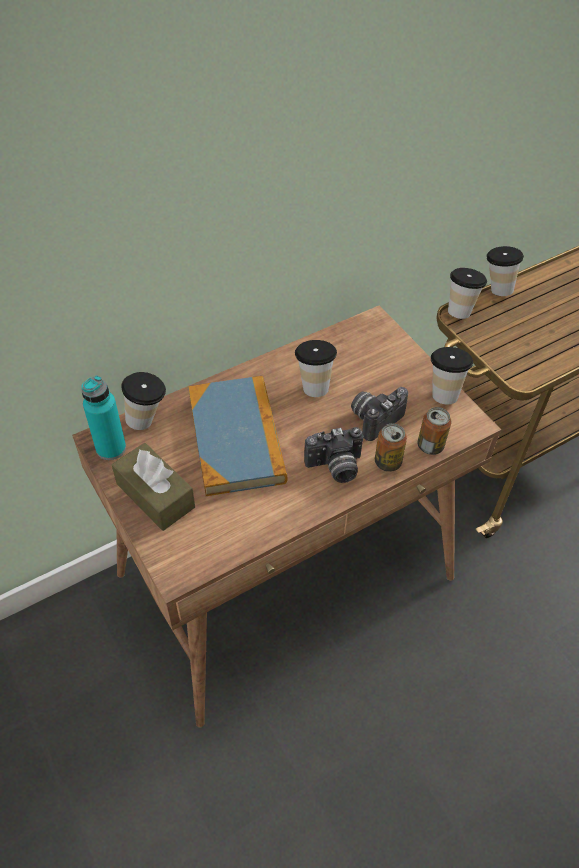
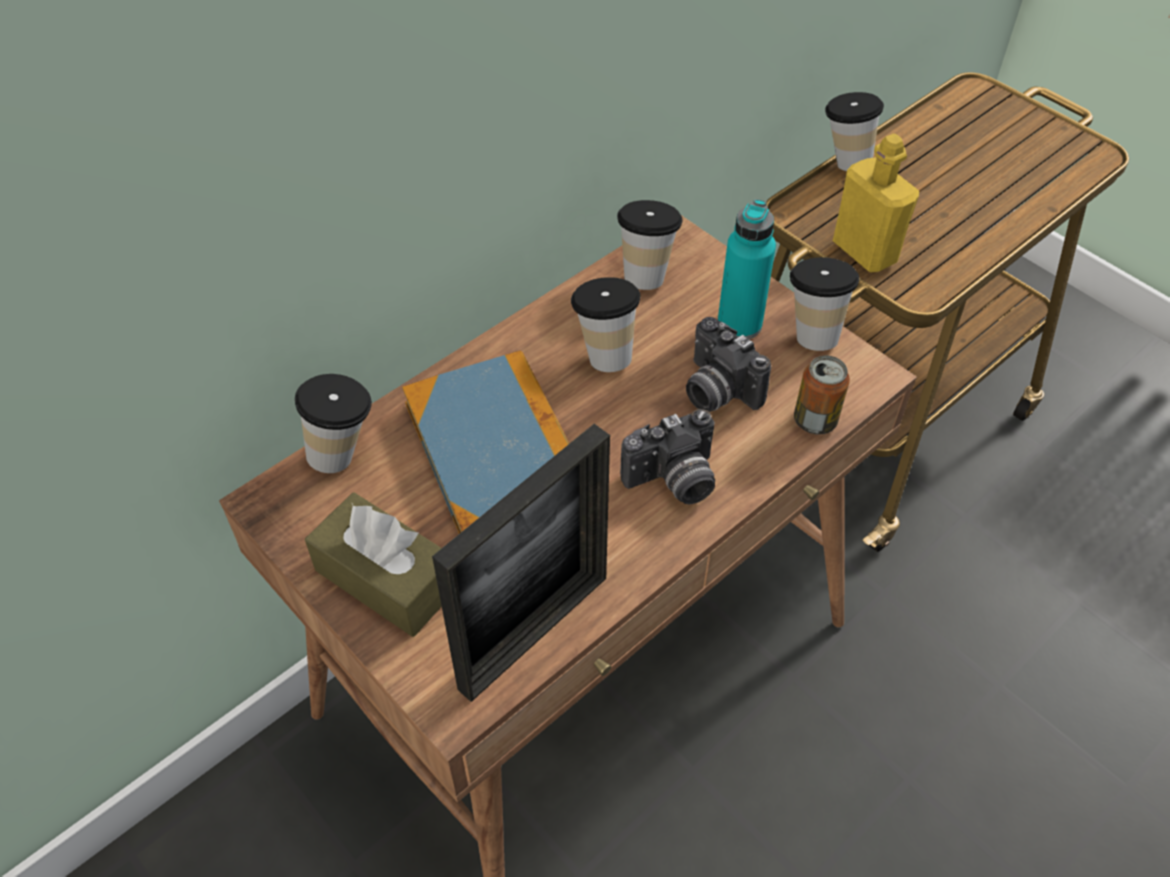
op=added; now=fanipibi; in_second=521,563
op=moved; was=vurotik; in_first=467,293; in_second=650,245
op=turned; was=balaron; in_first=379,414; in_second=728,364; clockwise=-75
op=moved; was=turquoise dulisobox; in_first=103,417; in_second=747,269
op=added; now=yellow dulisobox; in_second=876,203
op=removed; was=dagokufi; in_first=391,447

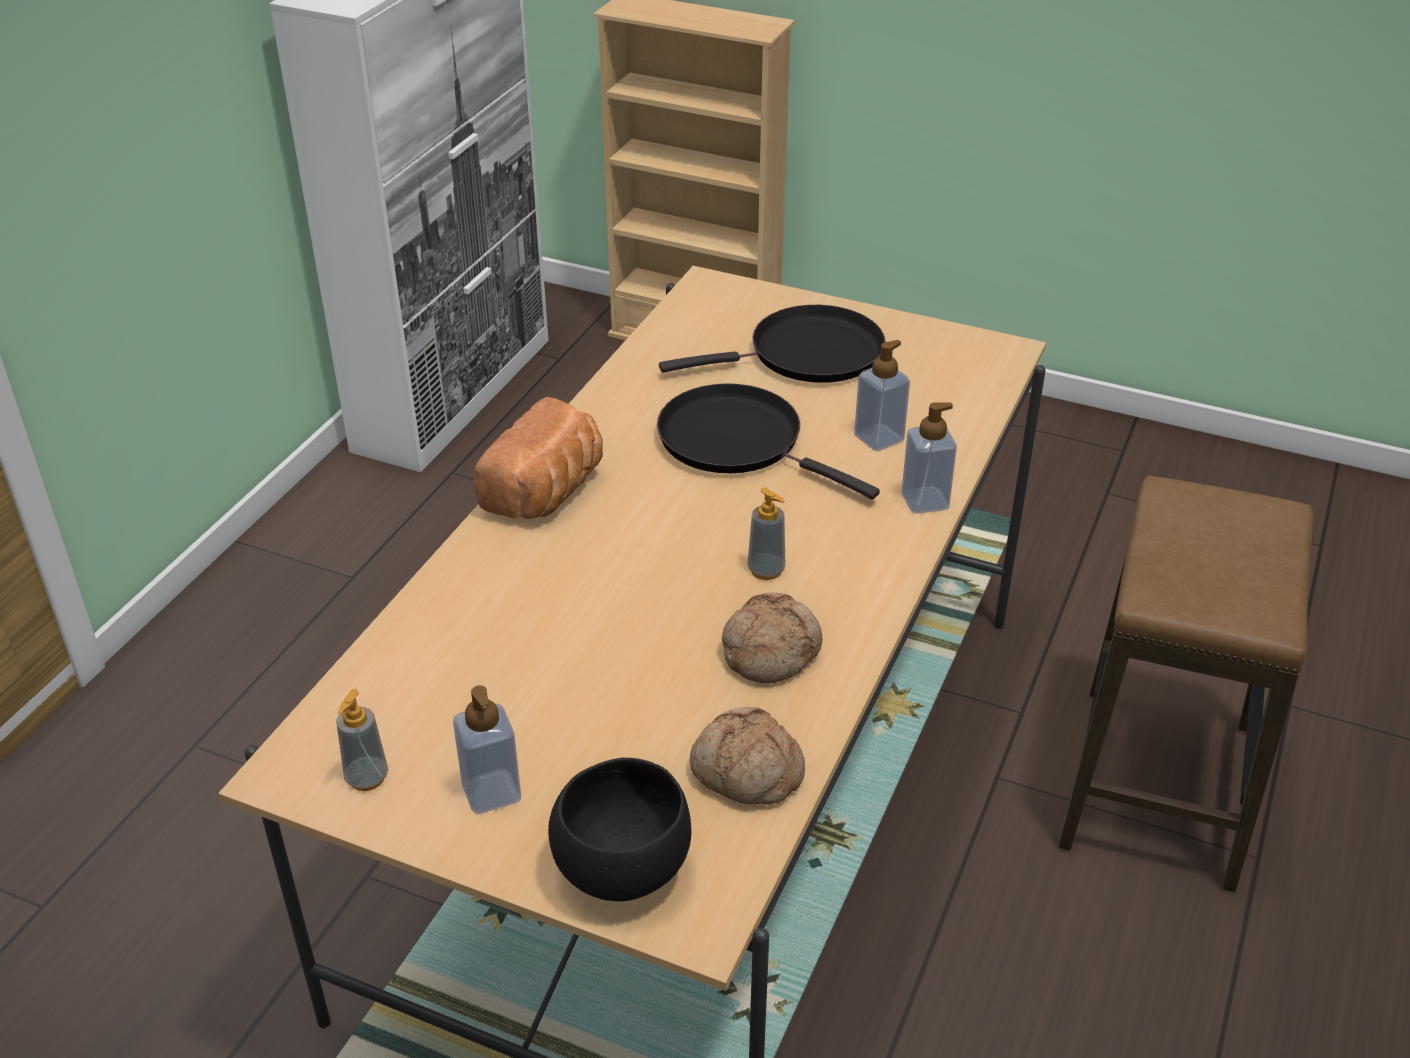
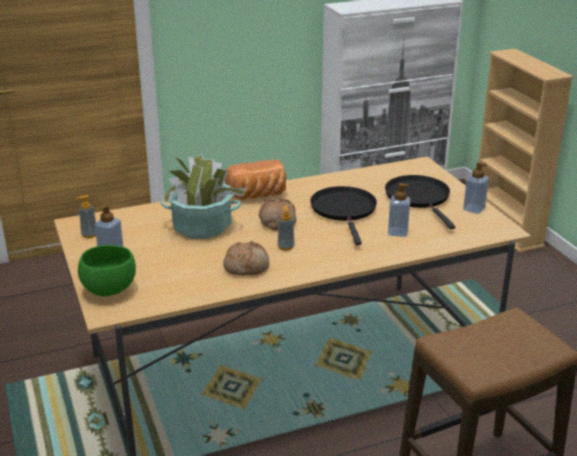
op=recoloured; was=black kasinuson; now=green kasinuson; in_first=619,829; in_second=107,270
op=added; now=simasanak; in_second=203,196
op=moved; was=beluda; in_first=747,756; in_second=277,214
op=turned; was=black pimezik; in_first=772,344; in_second=420,202; clockwise=-135
op=moved; was=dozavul; in_first=929,458; in_second=476,188

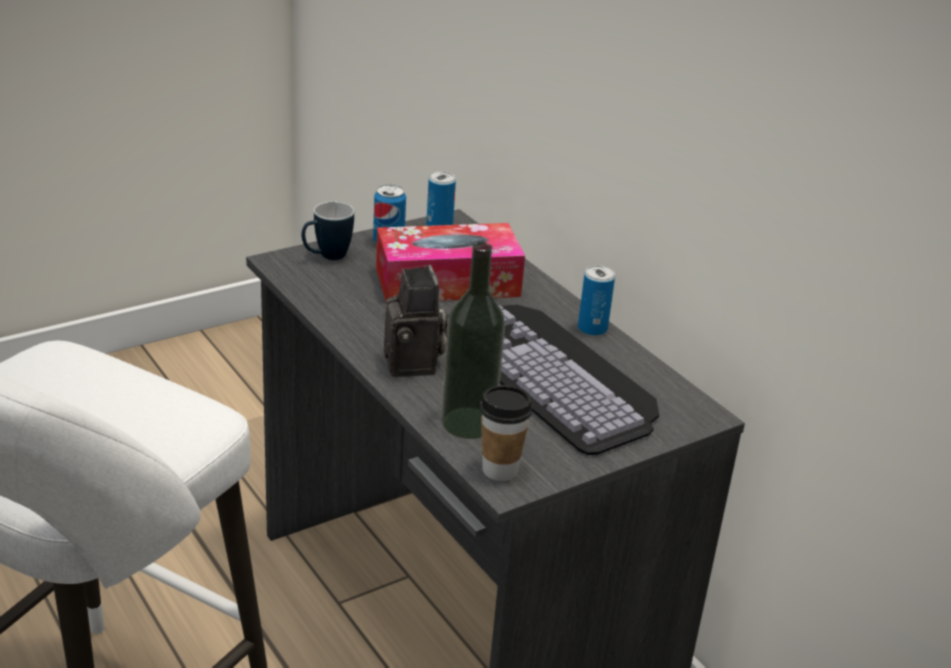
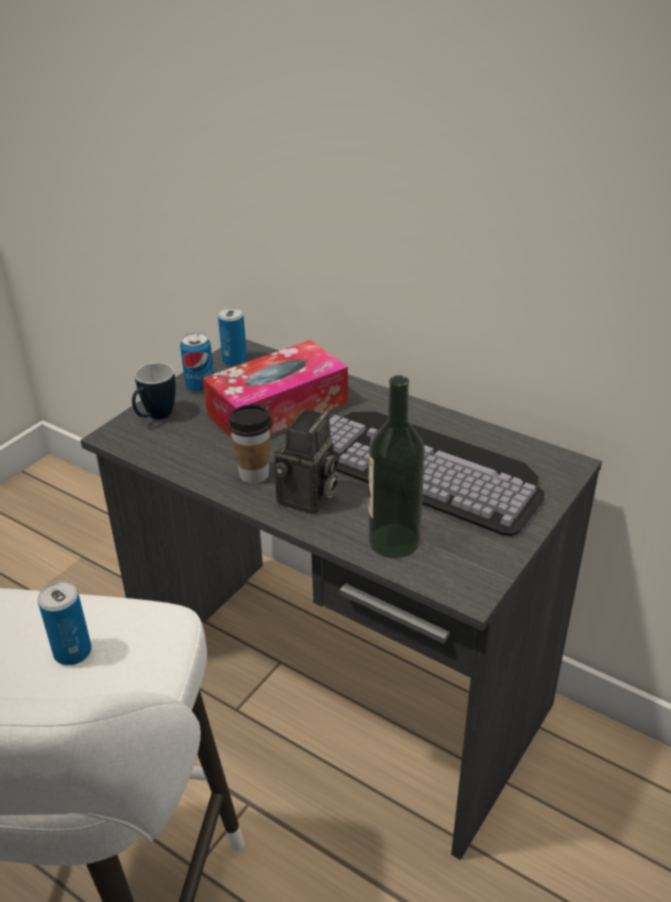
op=moved; was=dagokufi; in_first=596,300; in_second=65,623
op=moved; was=vurotik; in_first=506,433; in_second=250,444
op=turned; was=balaron; in_first=416,321; in_second=306,461; clockwise=60

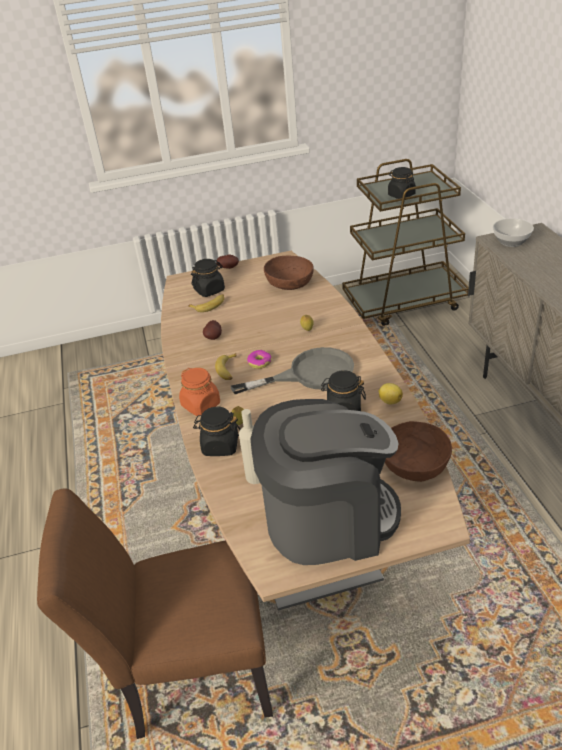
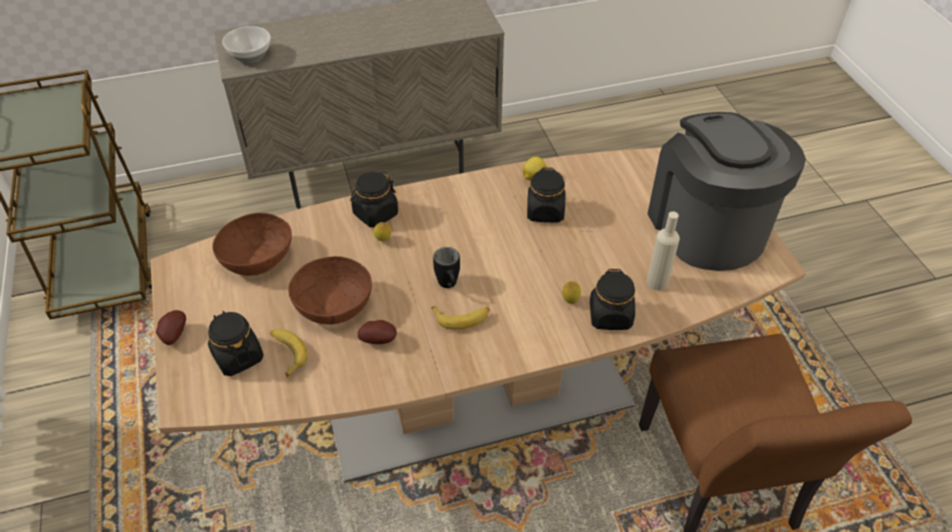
op=moved; was=brown kasinuson; in_first=418,451; in_second=330,290
op=moved; was=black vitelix; in_first=402,183; in_second=374,199
op=replaced; was=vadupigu; now=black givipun; in_first=259,359; in_second=446,267
op=removed; was=orange vitelix; in_first=199,392
op=removed; was=grey pimezik; in_first=292,370

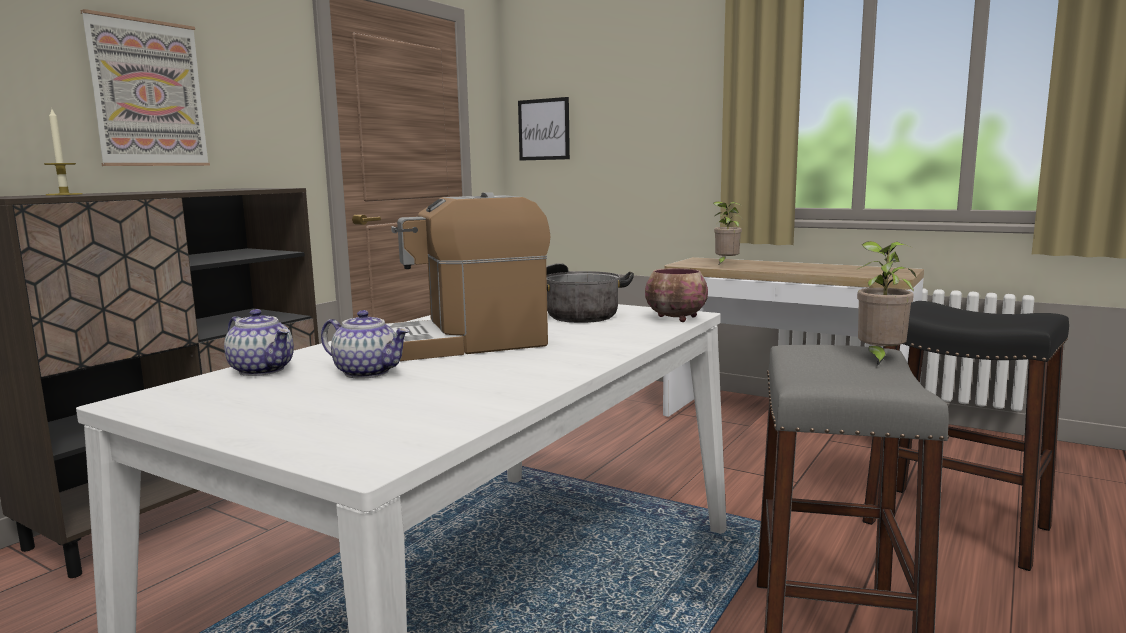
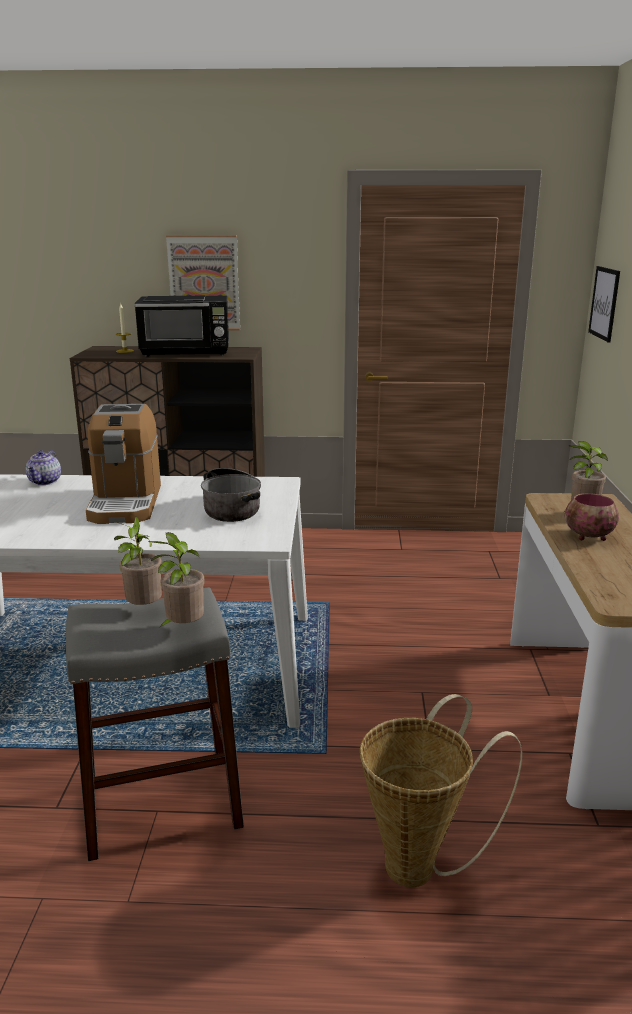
op=turned; was=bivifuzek; in_first=468,276; in_second=123,464; clockwise=-135
op=added; now=simasanak; in_second=138,561
op=added; now=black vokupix; in_second=182,326
op=replaced; was=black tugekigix; now=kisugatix; in_first=966,436; in_second=441,790
op=moved; was=kasinuson; in_first=676,295; in_second=592,517
op=removed; was=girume; in_first=365,344

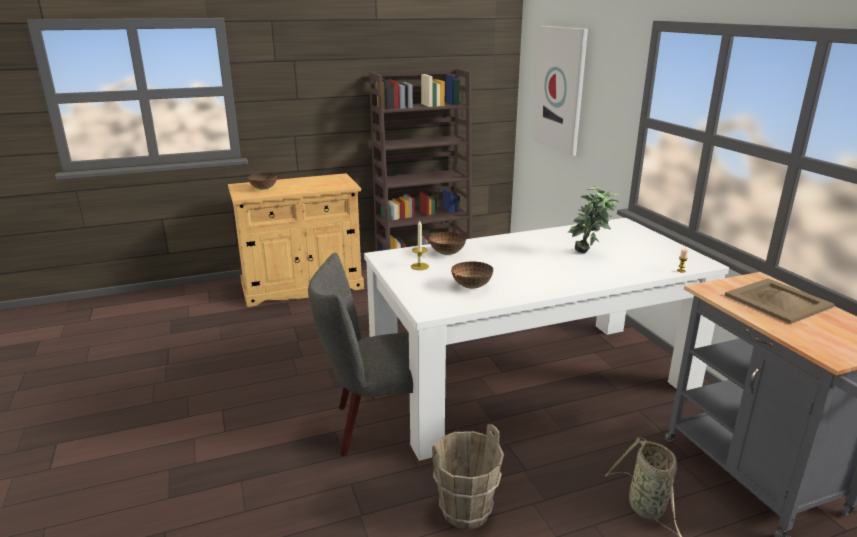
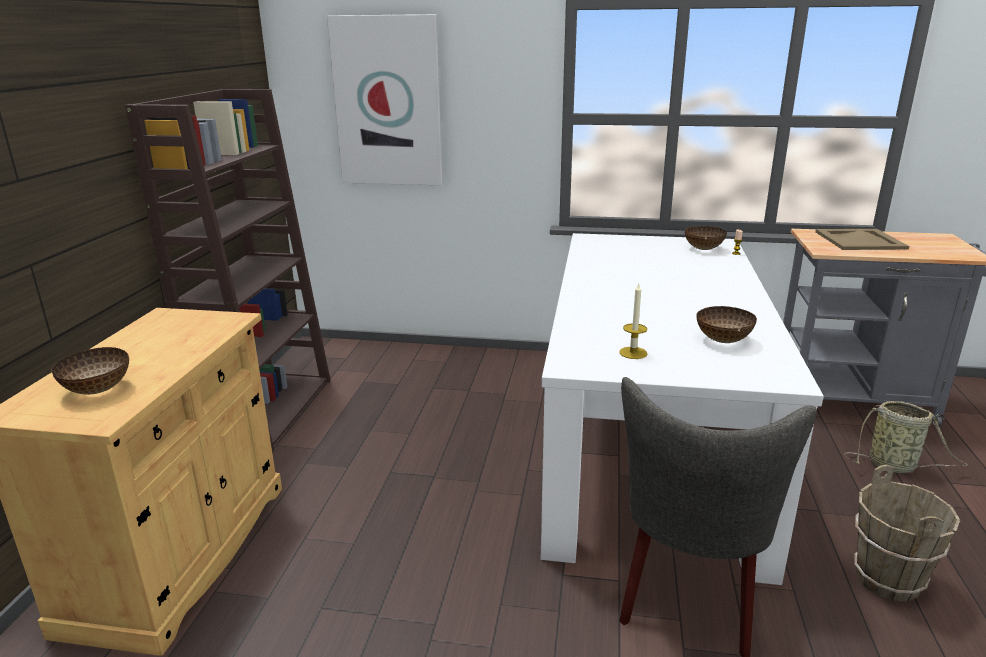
op=moved; was=kasinuson; in_first=447,243; in_second=706,238
op=removed; was=simasanak; in_first=594,219

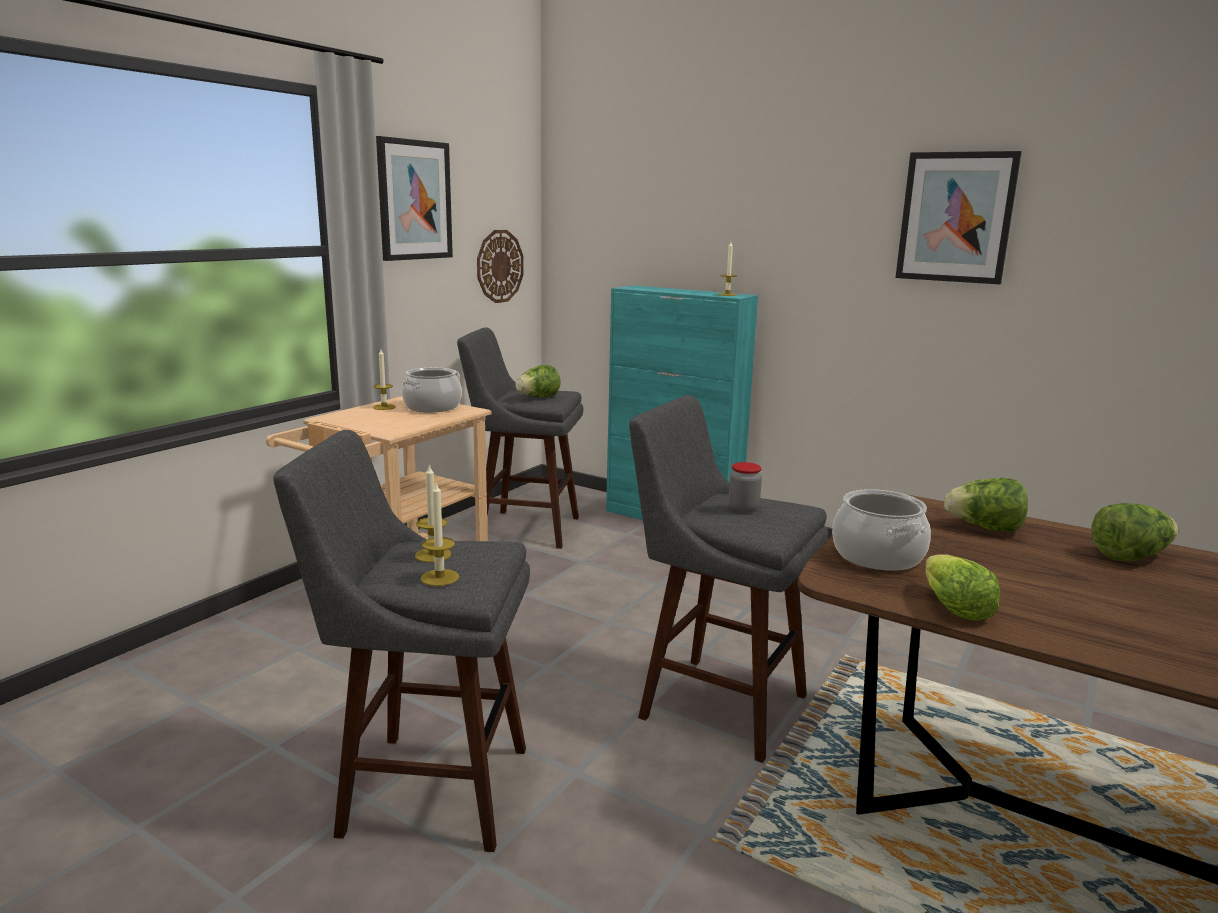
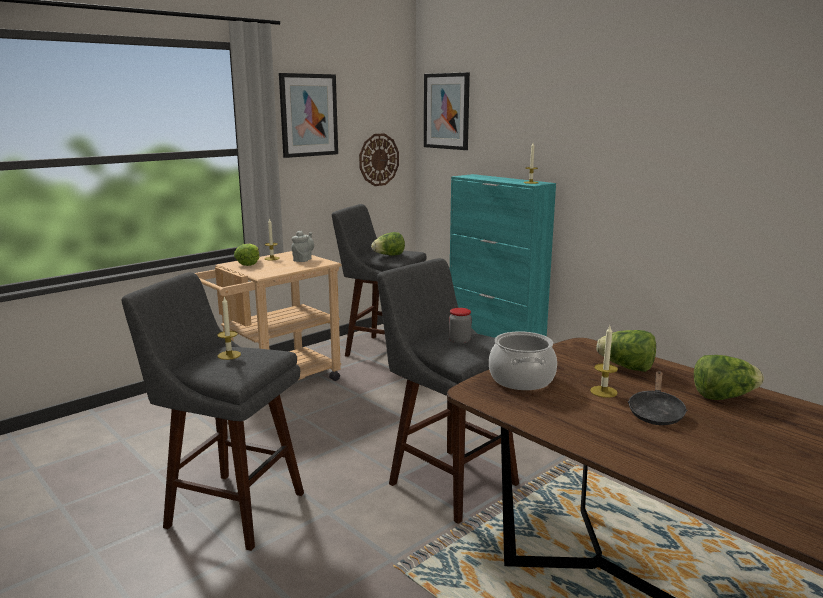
op=moved; was=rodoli; in_first=962,587; in_second=246,255
op=replaced; was=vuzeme; now=grey girume; in_first=432,390; in_second=302,246
op=moved; was=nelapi; in_first=958,217; in_second=447,111
op=moved; was=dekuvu; in_first=440,534; in_second=604,362
op=added; now=black pimezik; in_second=657,398

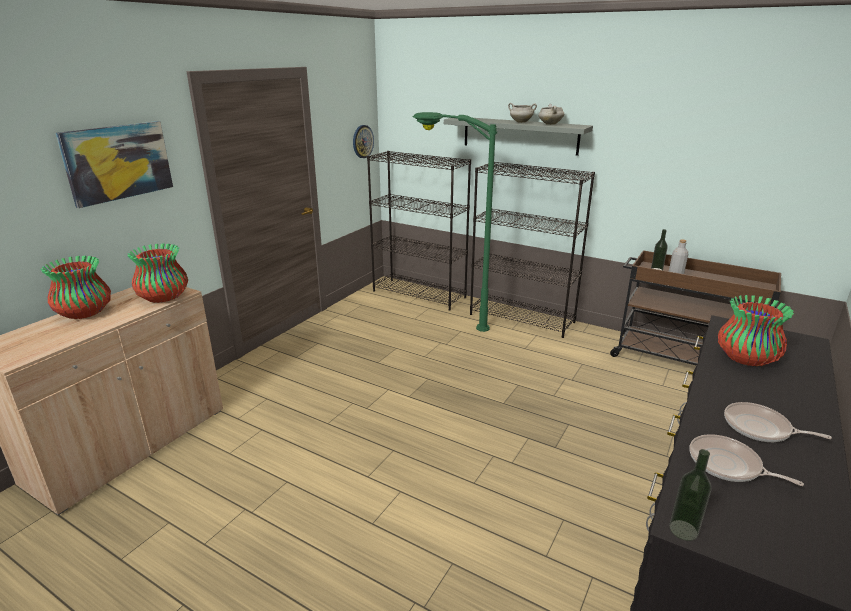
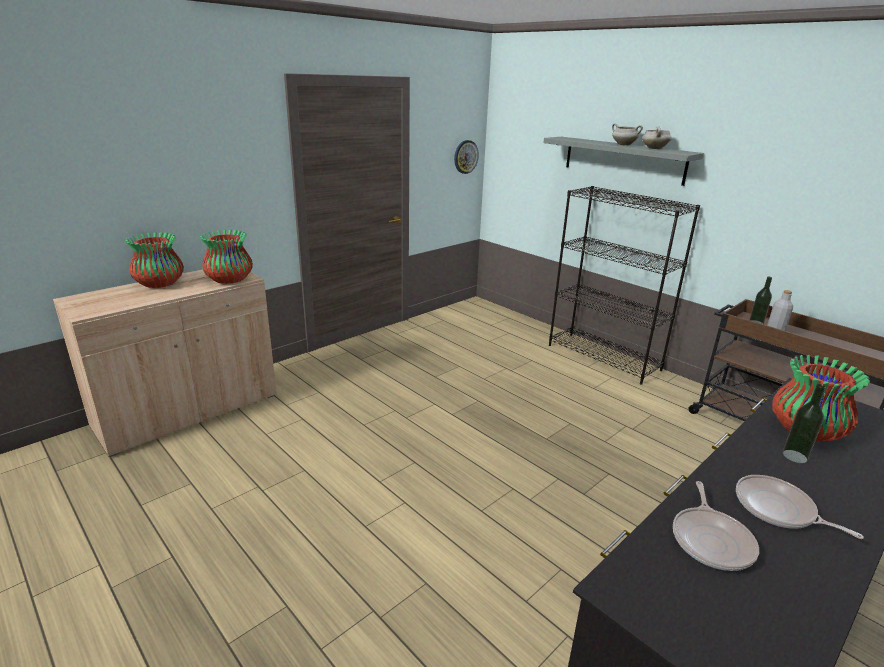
op=turned; was=pimezik; in_first=747,460; in_second=716,526; clockwise=-135
op=moved; was=dulisobox; in_first=690,495; in_second=804,424
op=removed; was=nelapi; in_first=114,164
op=removed; was=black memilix; in_first=419,231
op=removed; was=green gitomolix; in_first=455,222

